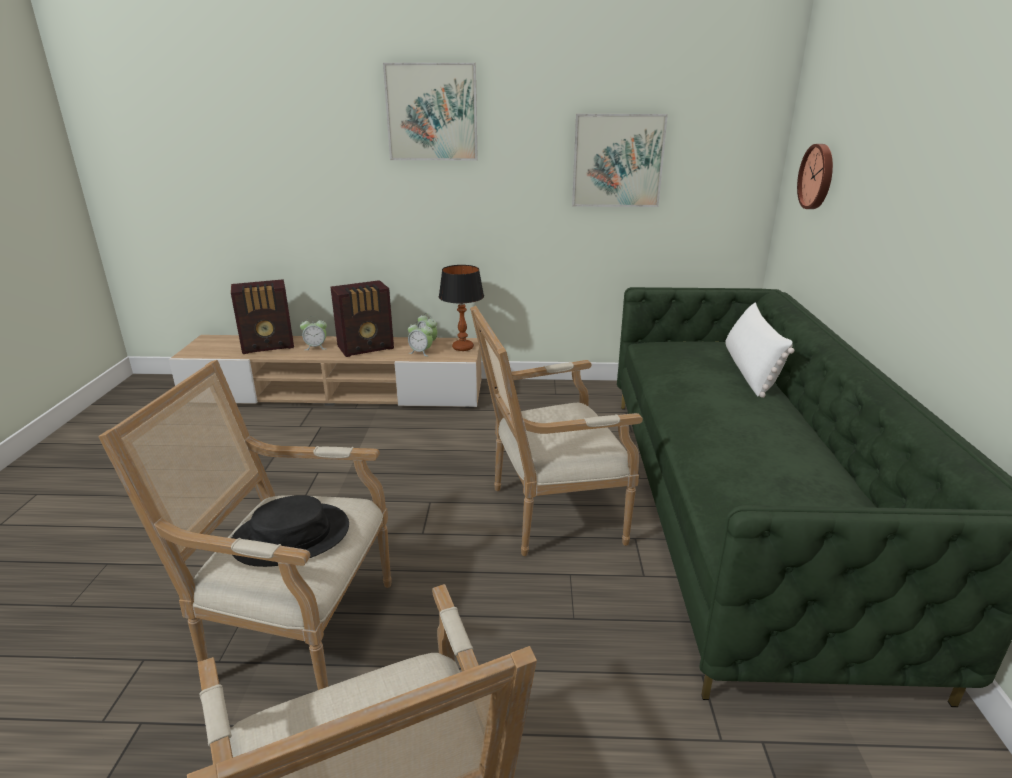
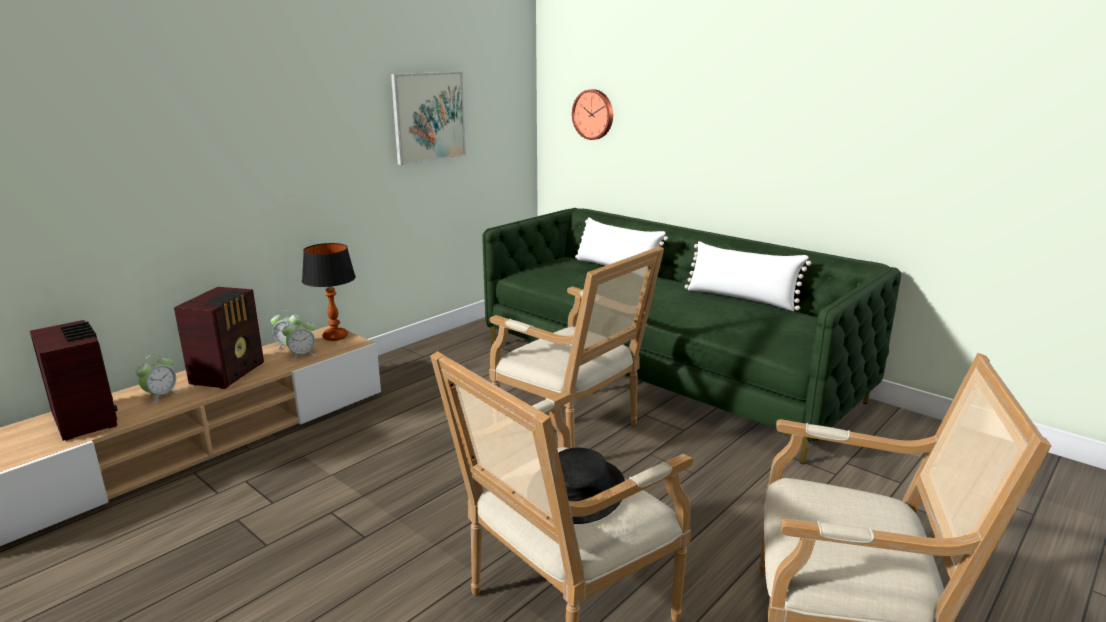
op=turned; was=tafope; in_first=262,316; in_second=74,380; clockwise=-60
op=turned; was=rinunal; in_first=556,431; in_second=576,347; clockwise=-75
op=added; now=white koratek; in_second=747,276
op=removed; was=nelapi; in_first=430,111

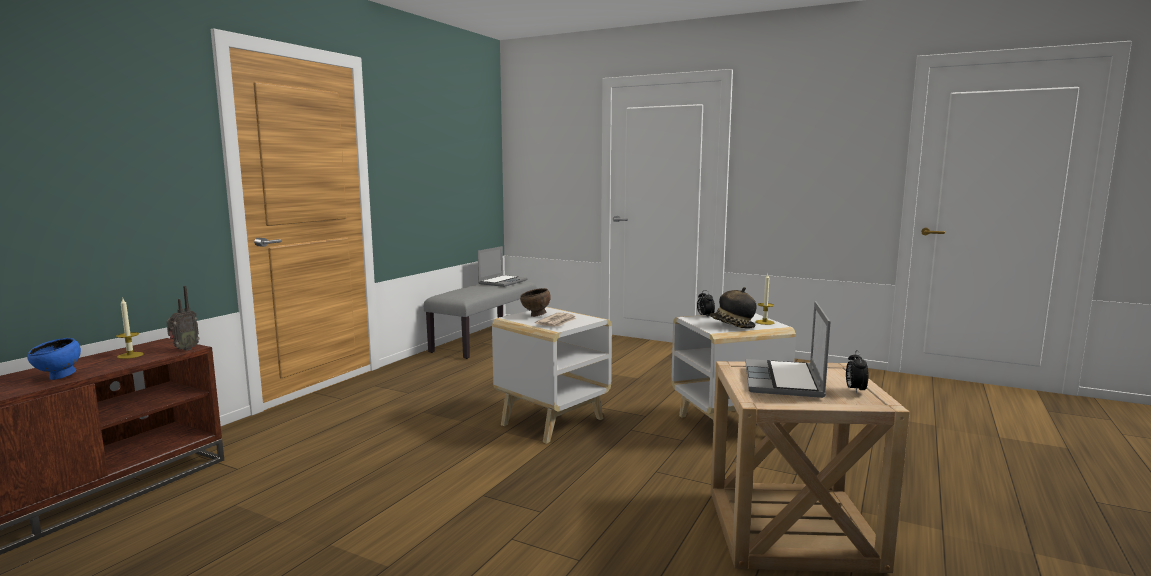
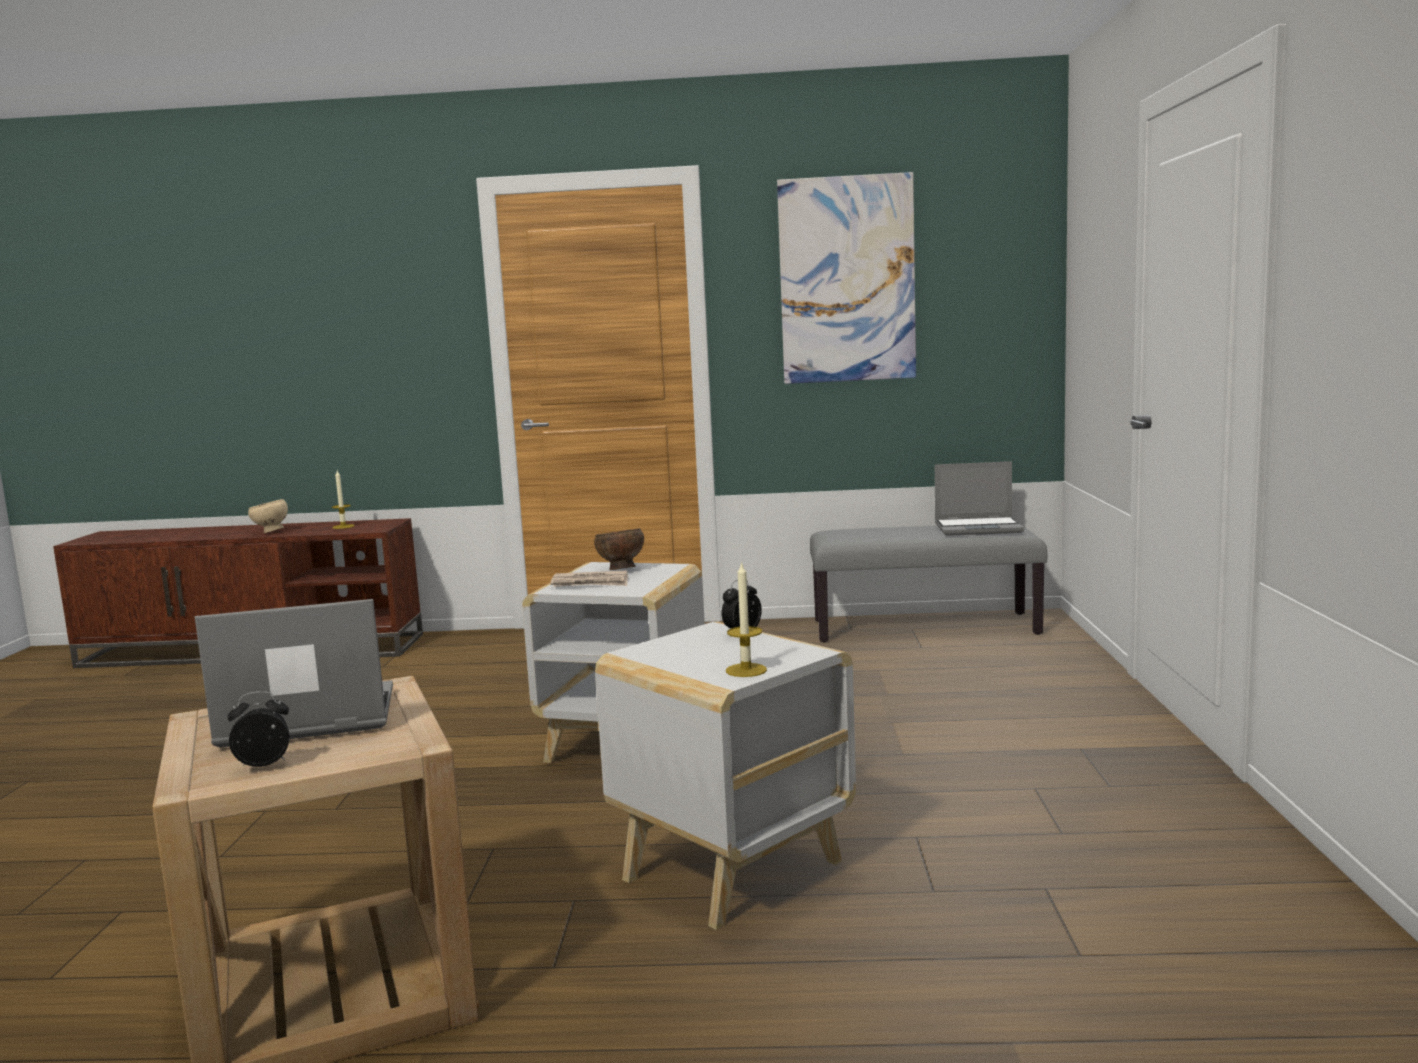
op=recoloured; was=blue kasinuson; now=beige kasinuson; in_first=54,359; in_second=268,516
op=added; now=nelapi; in_second=846,278
op=removed; was=tafope; in_first=183,318
op=removed; was=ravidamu; in_first=733,307

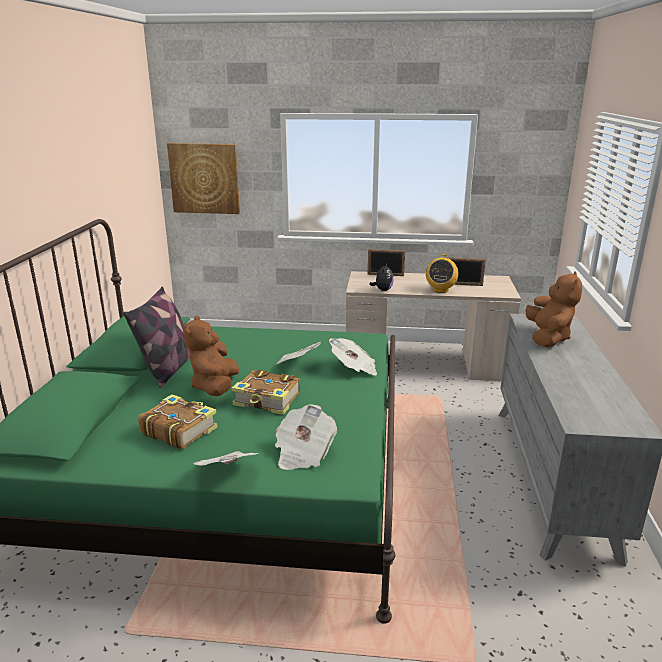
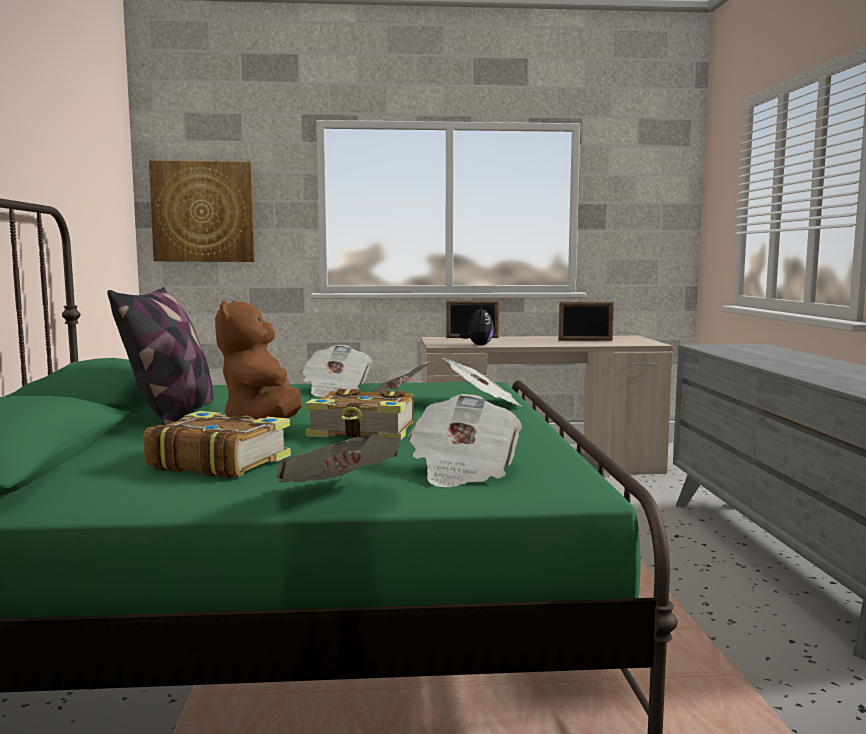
op=added; now=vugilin; in_second=337,371
op=removed; was=tafope; in_first=442,273
op=removed; was=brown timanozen; in_first=553,309

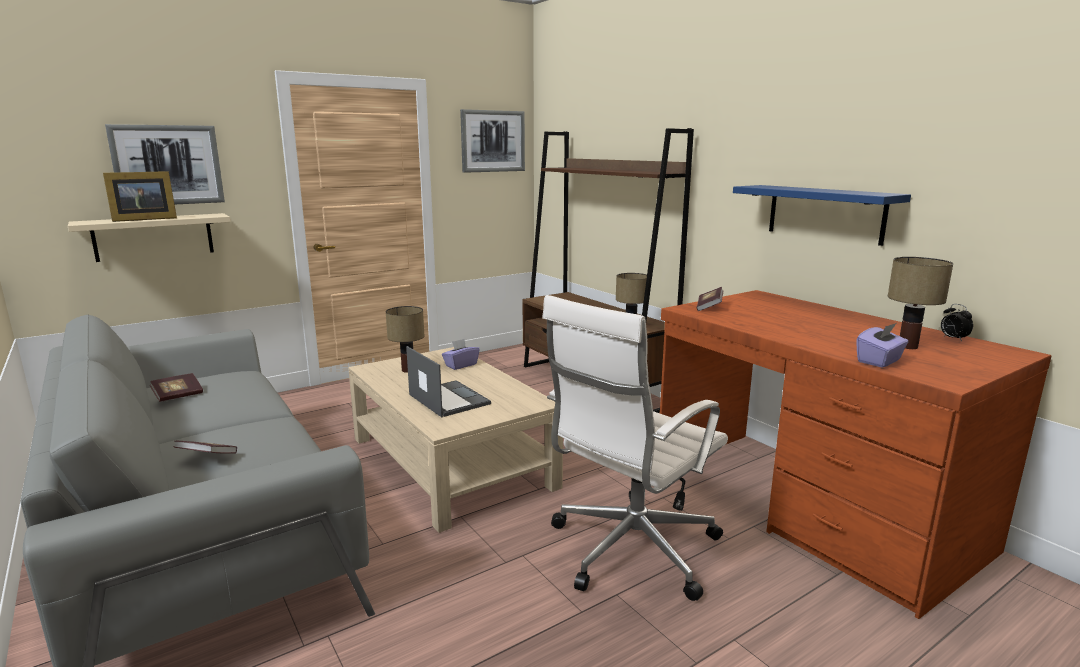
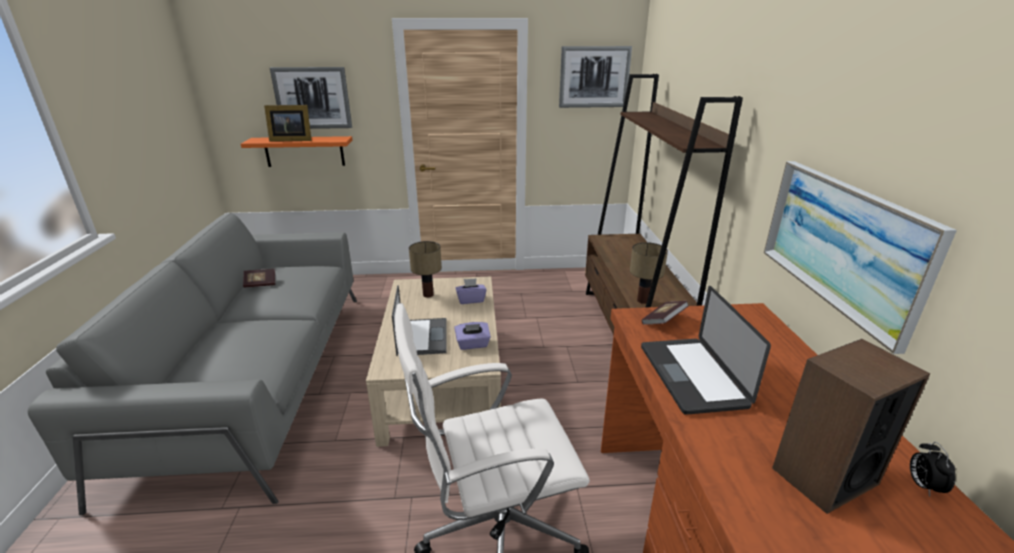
op=recoloured; was=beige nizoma; now=orange nizoma; in_first=149,237; in_second=297,151
op=moved; was=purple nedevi; in_first=883,345; in_second=473,336
op=added; now=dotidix; in_second=706,350
op=replaced; was=blue nizoma; now=nelapi; in_first=822,215; in_second=860,257
op=replaced; was=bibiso; now=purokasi; in_first=920,303; in_second=851,426
op=removed; was=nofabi; in_first=205,447

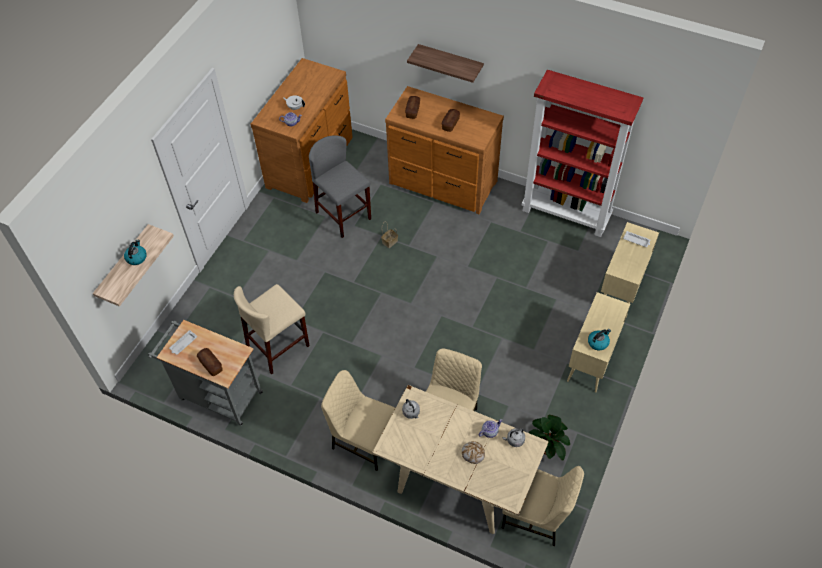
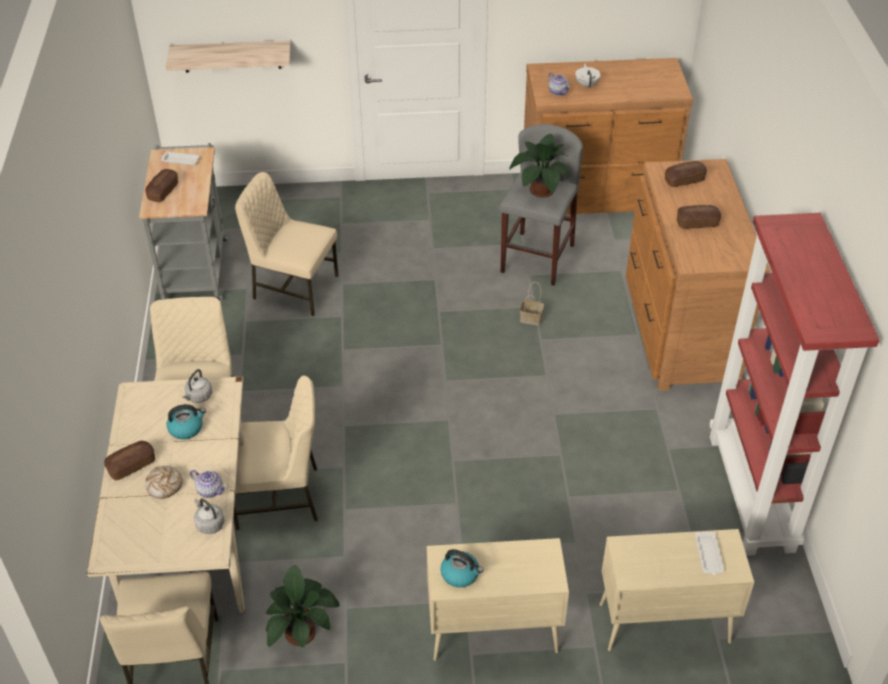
op=added; now=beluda; in_second=129,461
op=moved; was=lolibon; in_first=135,252; in_second=186,422
op=replaced; was=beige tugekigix; now=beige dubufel; in_first=272,329; in_second=287,244
op=added; now=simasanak; in_second=539,166
op=removed; was=nizoma; in_first=445,63

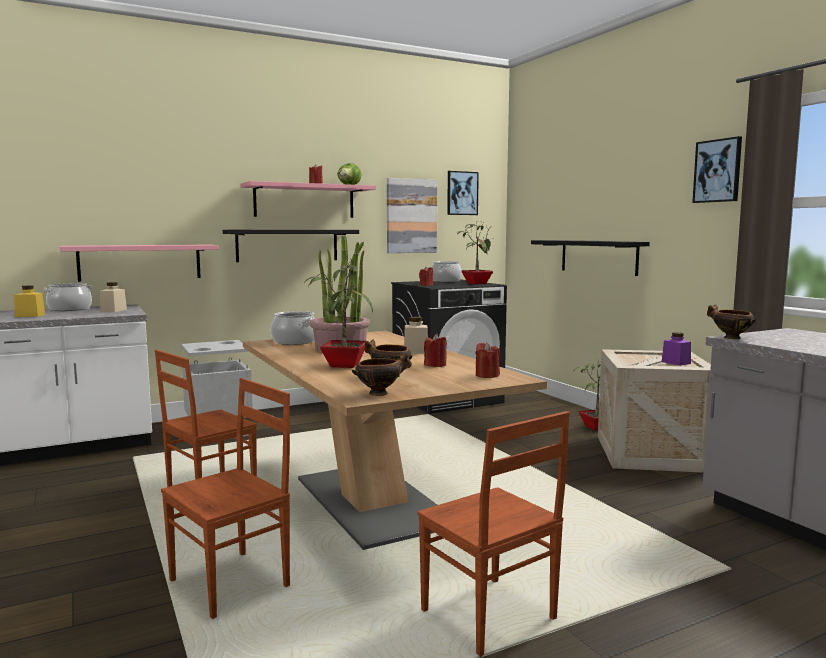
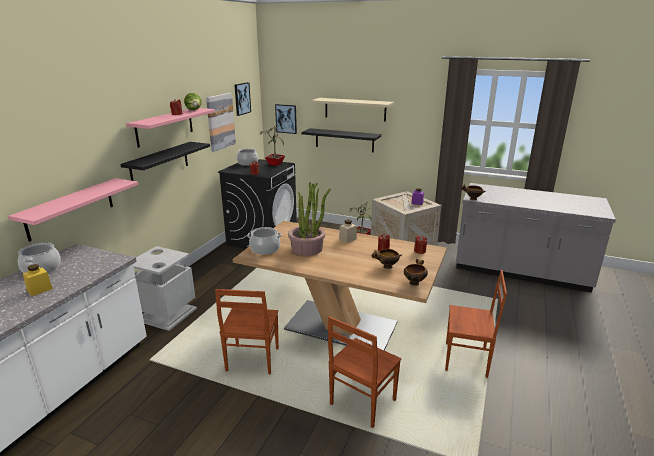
op=moved; was=nelapi; in_first=717,169; in_second=286,119
op=added; now=beige nizoma; in_second=352,110
op=turned; was=brown dubufel; in_first=225,498; in_second=364,372; clockwise=-150
op=removed; was=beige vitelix; in_first=113,297
op=removed; was=simasanak; in_first=339,313

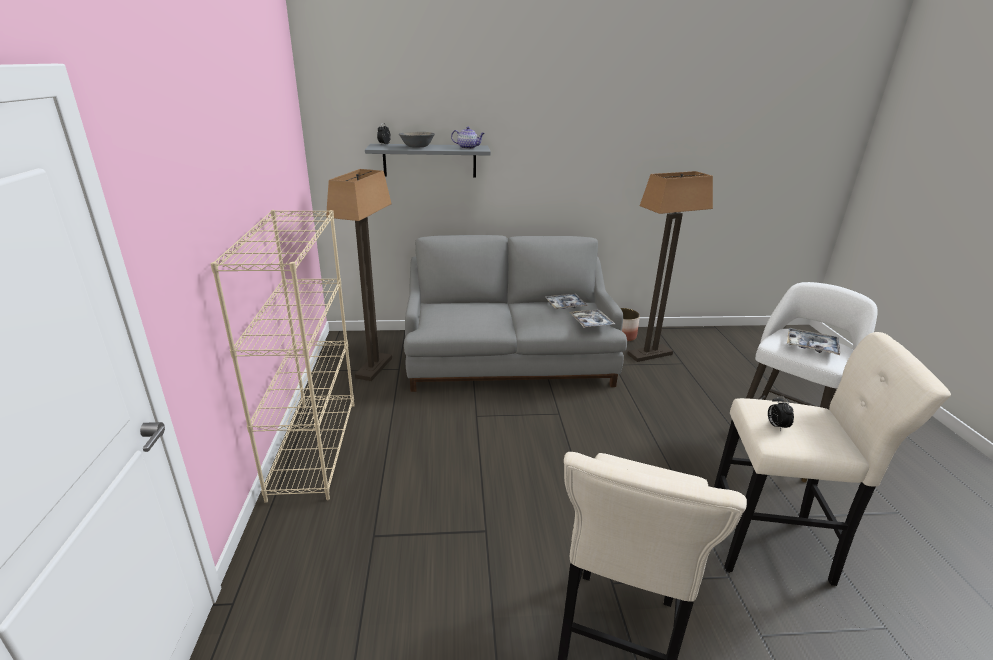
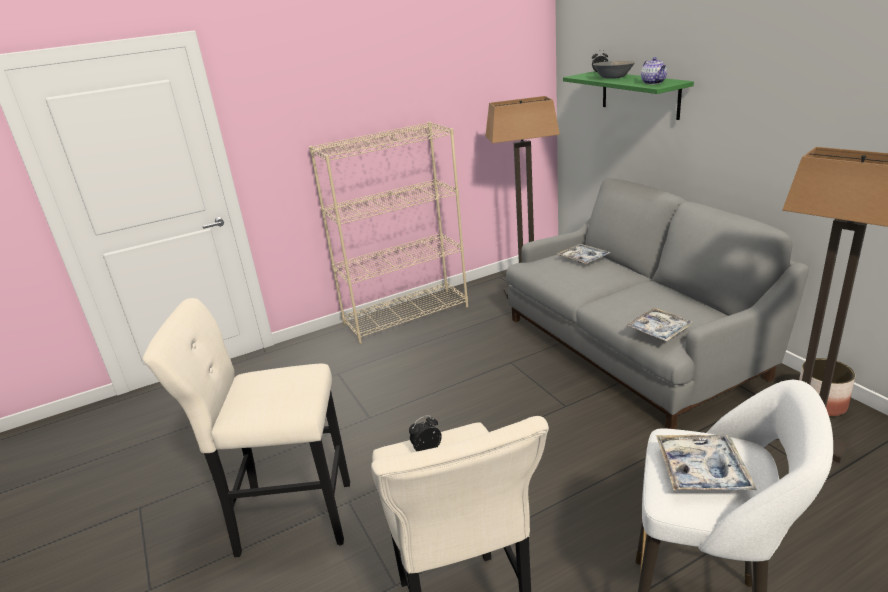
op=moved; was=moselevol; in_first=566,301; in_second=584,254
op=recoloured; was=grey nizoma; now=green nizoma; in_first=428,161; in_second=628,95

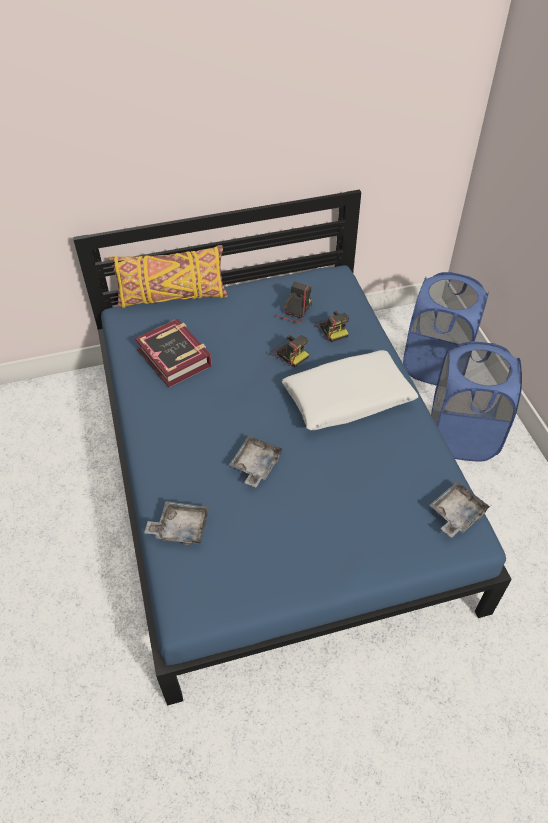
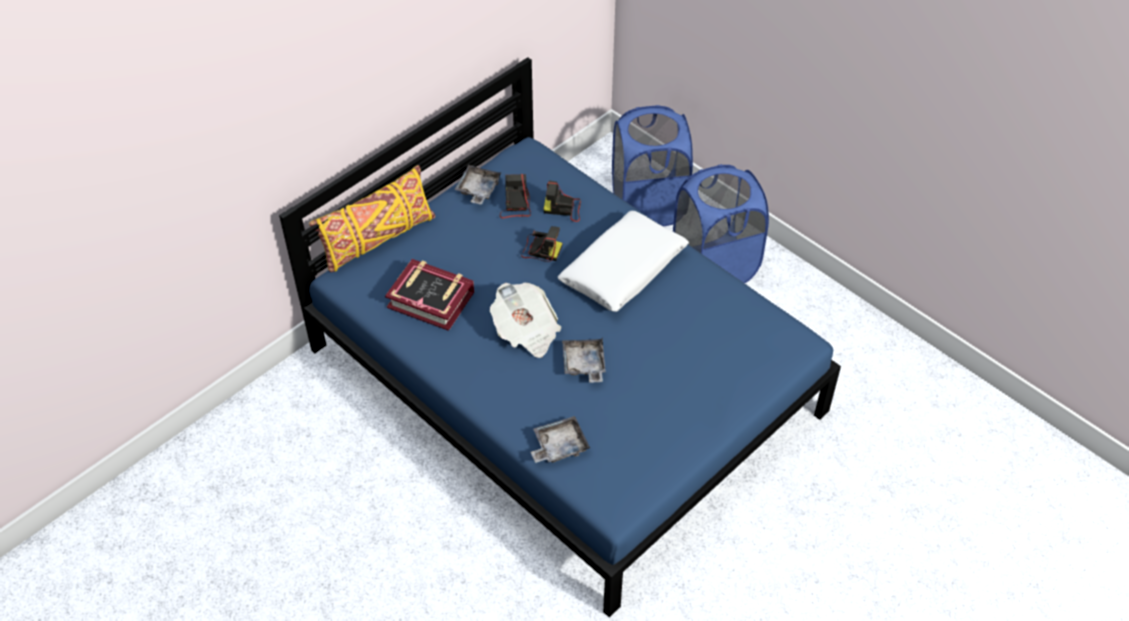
op=moved; was=grey moselevol; in_first=459,509; in_second=477,185
op=added; now=vugilin; in_second=525,320
op=turned; was=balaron; in_first=331,326; in_second=562,201; clockwise=150

